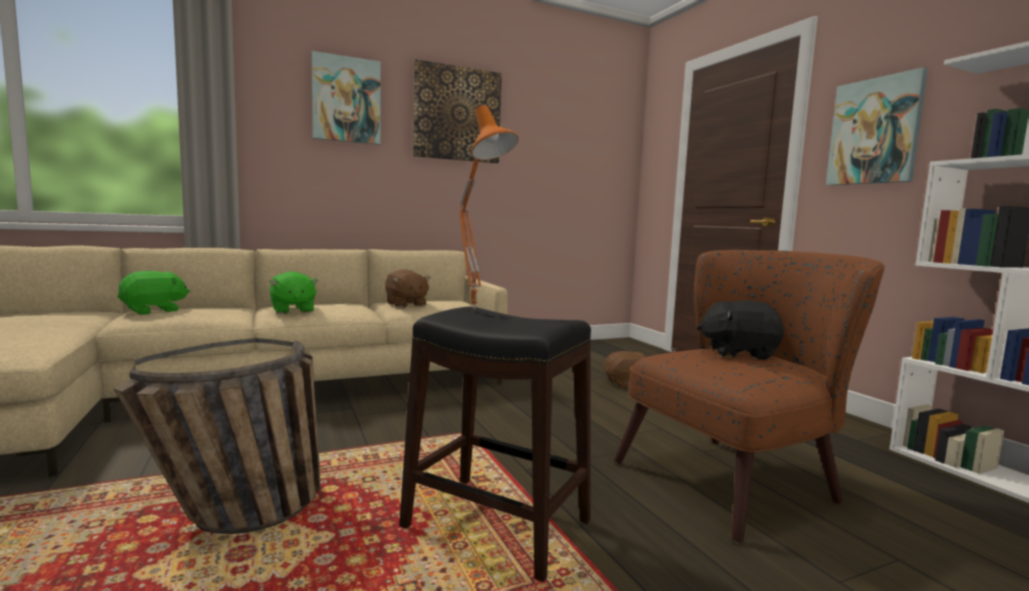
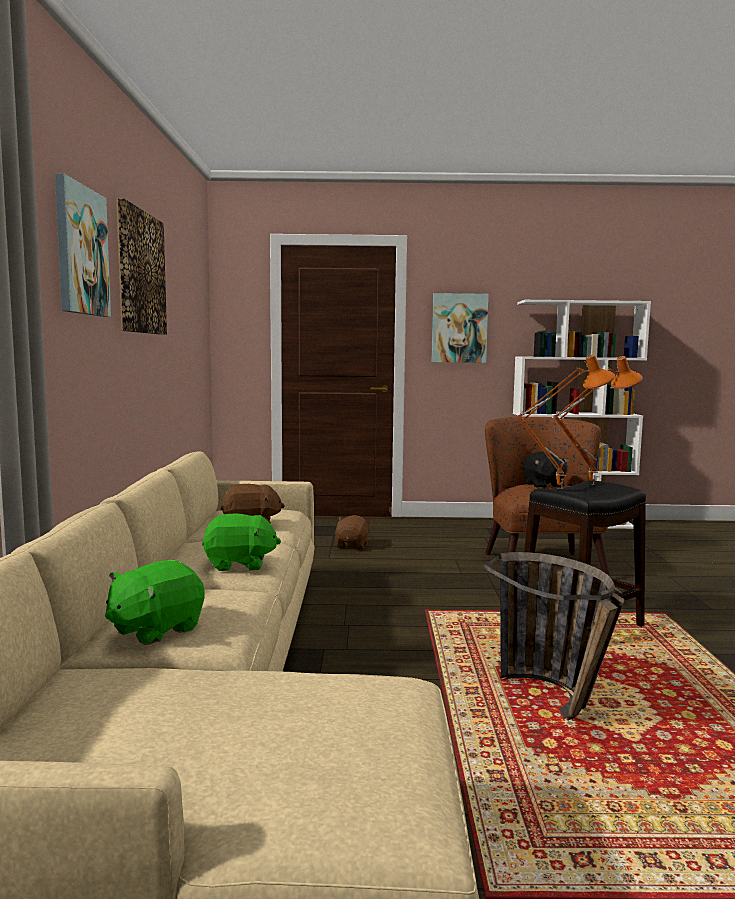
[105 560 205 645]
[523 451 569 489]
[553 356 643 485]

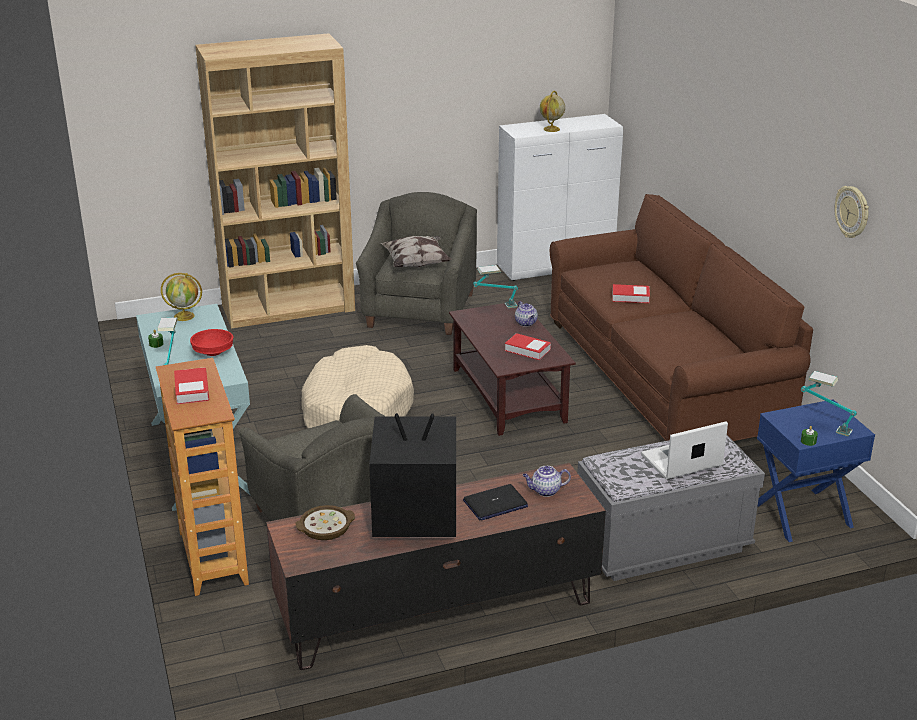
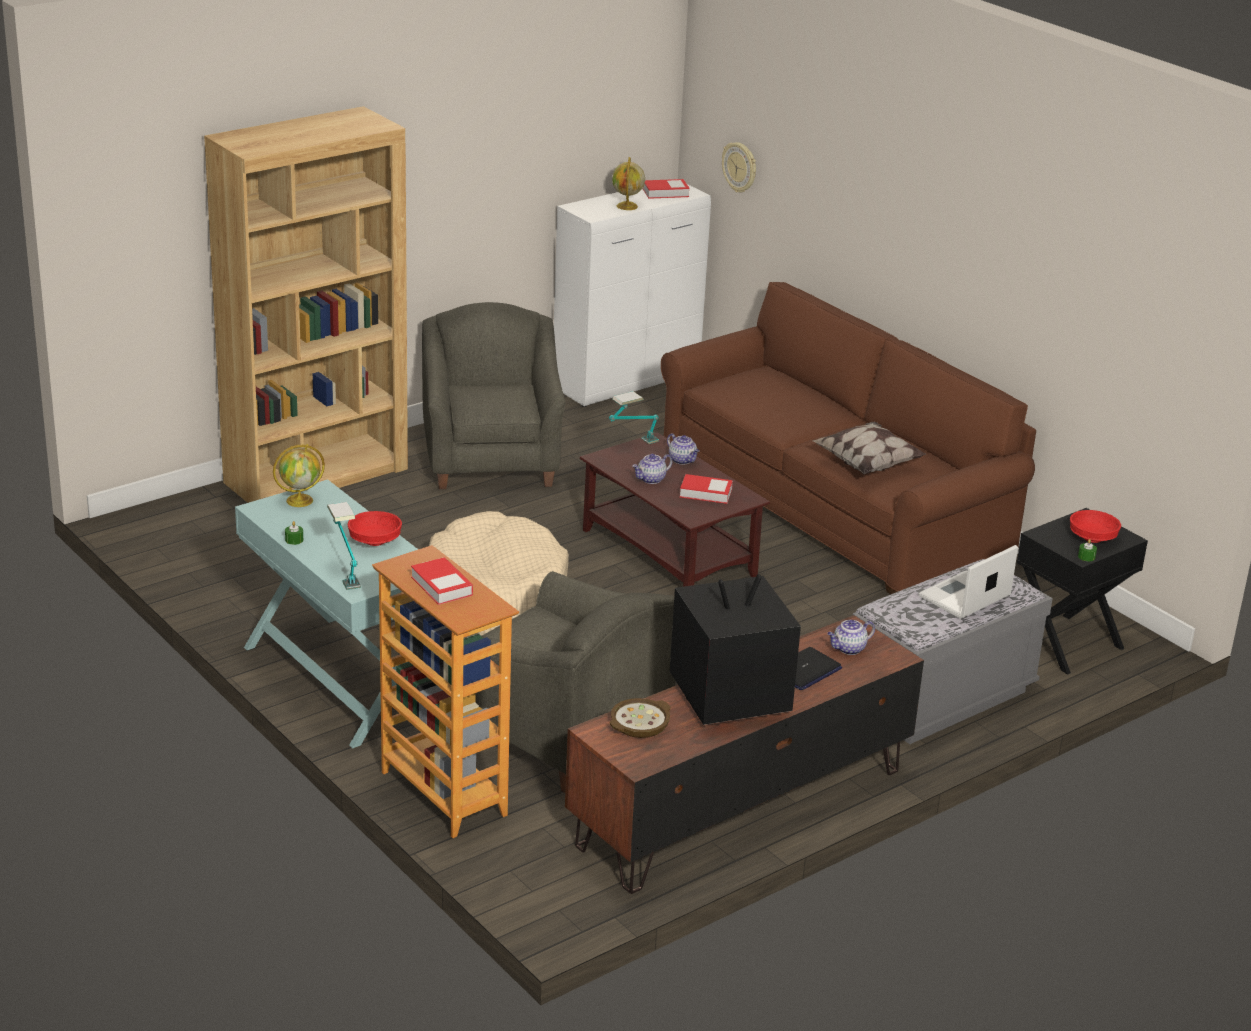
[632 454 672 484]
[643 179 690 199]
[722 142 756 192]
[813 422 926 474]
[1017 508 1148 675]
[1070 510 1121 543]

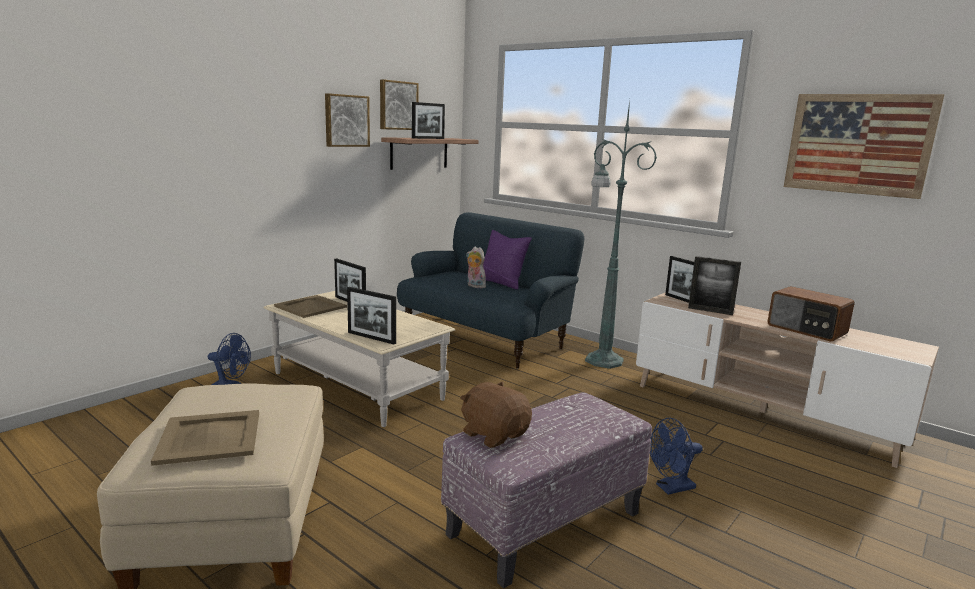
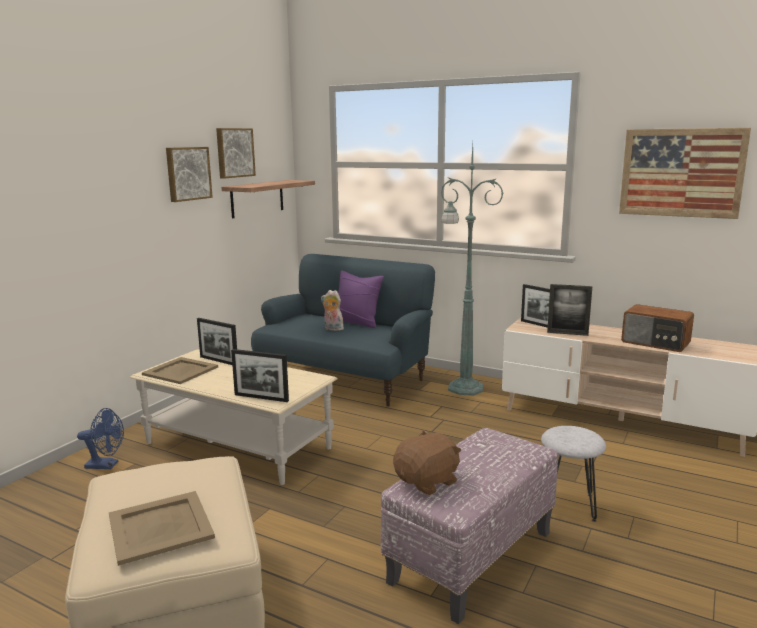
[393 430 461 495]
[541 426 606 522]
[412 102 445 139] (first image)

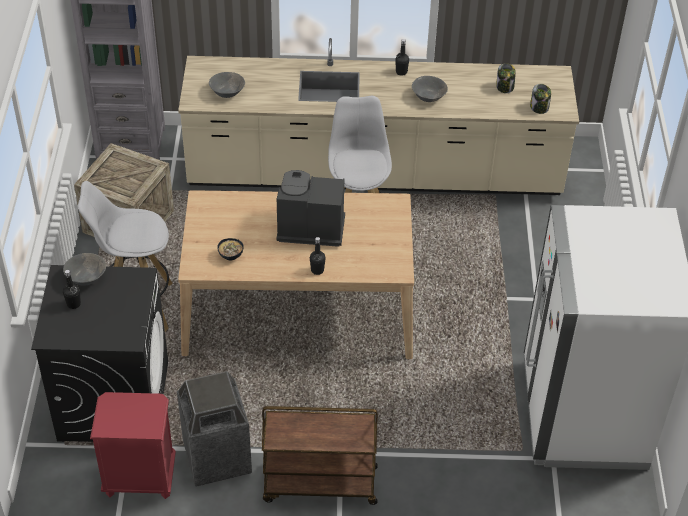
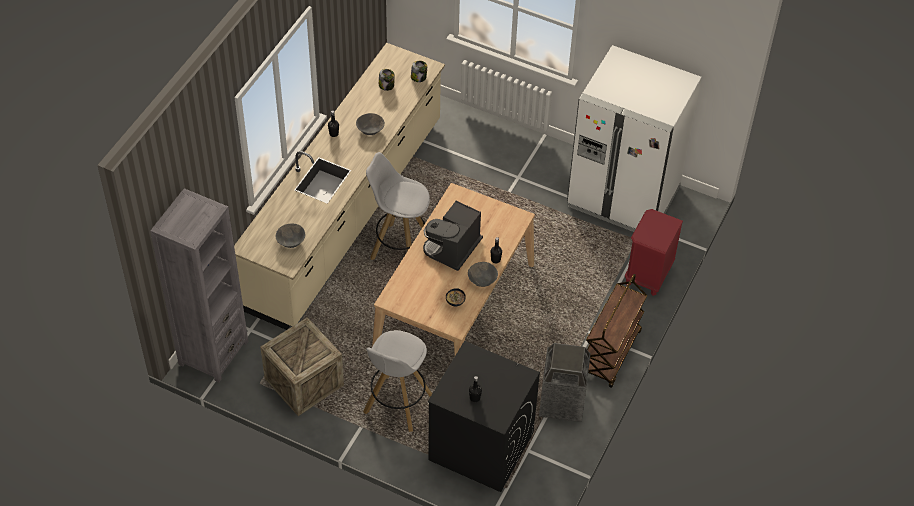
[468 262 498 287]
[625 209 683 296]

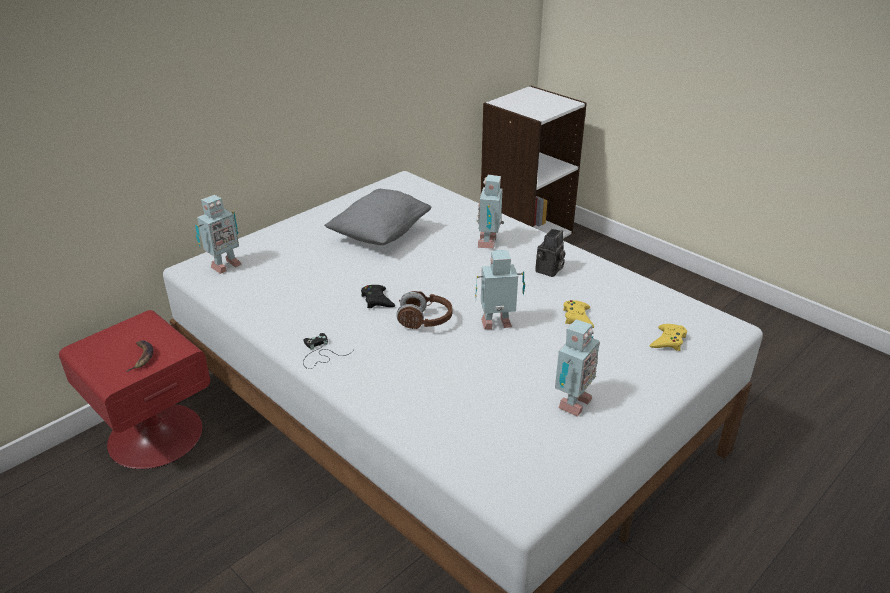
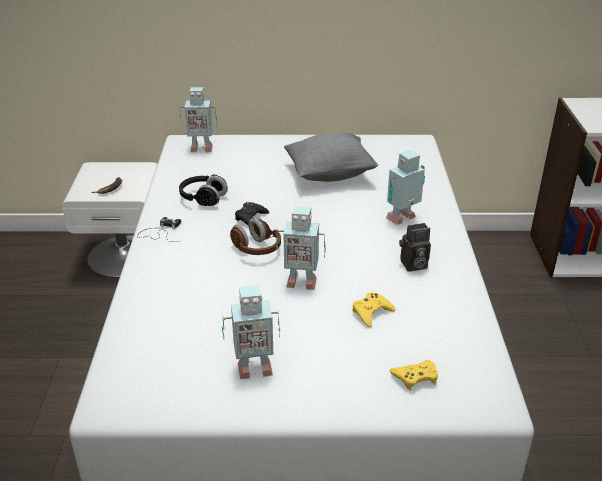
[62 162 157 278]
[179 174 228 206]
[276 206 326 290]

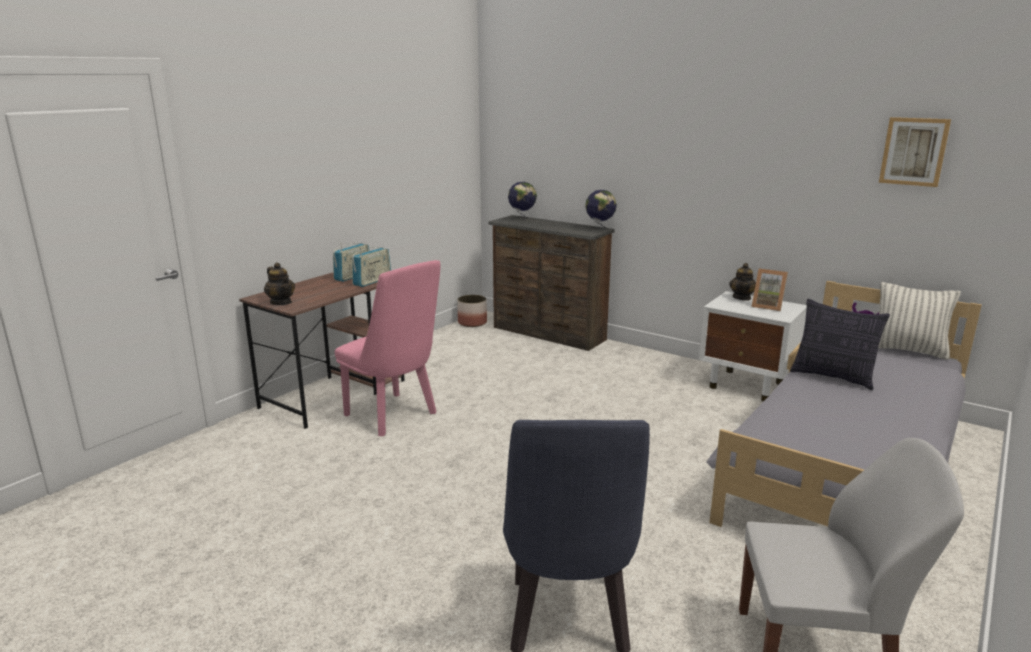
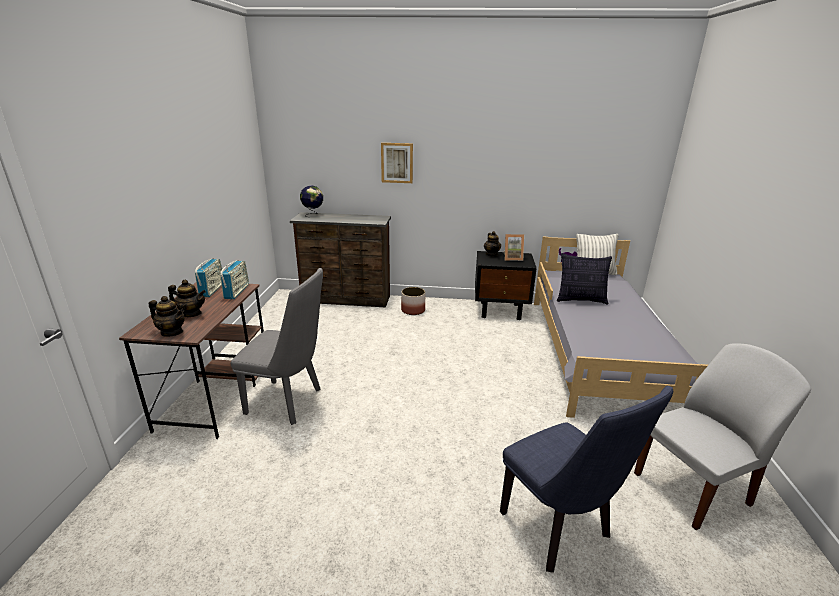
[168 280 206 317]
[231 268 323 425]
[381 143 413 183]
[401 287 425 315]
[475 251 537 320]
[585 190 617 232] (first image)

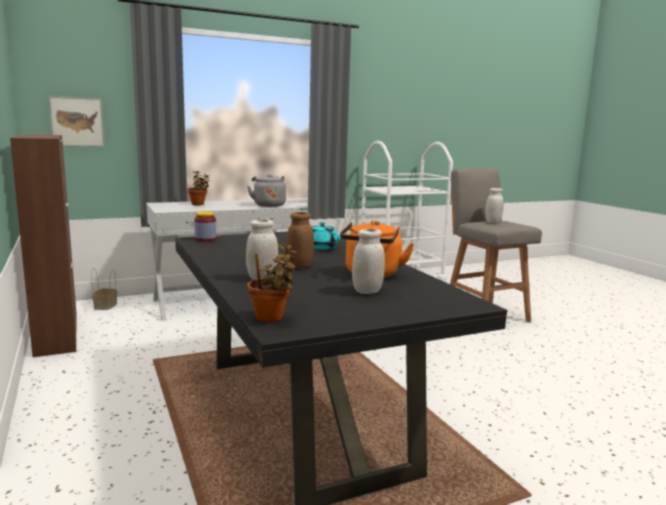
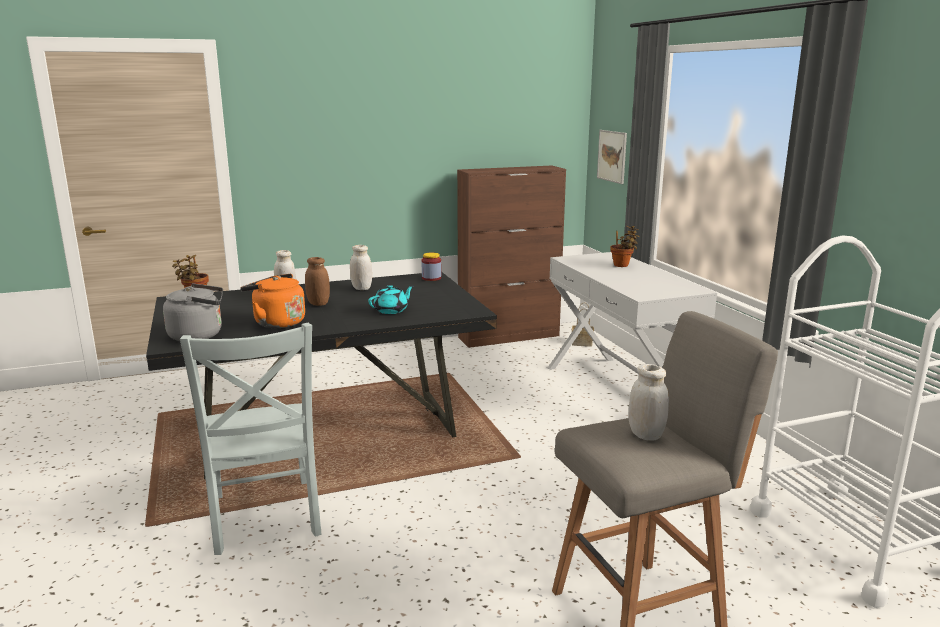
[163 283 223 341]
[180 323 321 555]
[350 245 372 290]

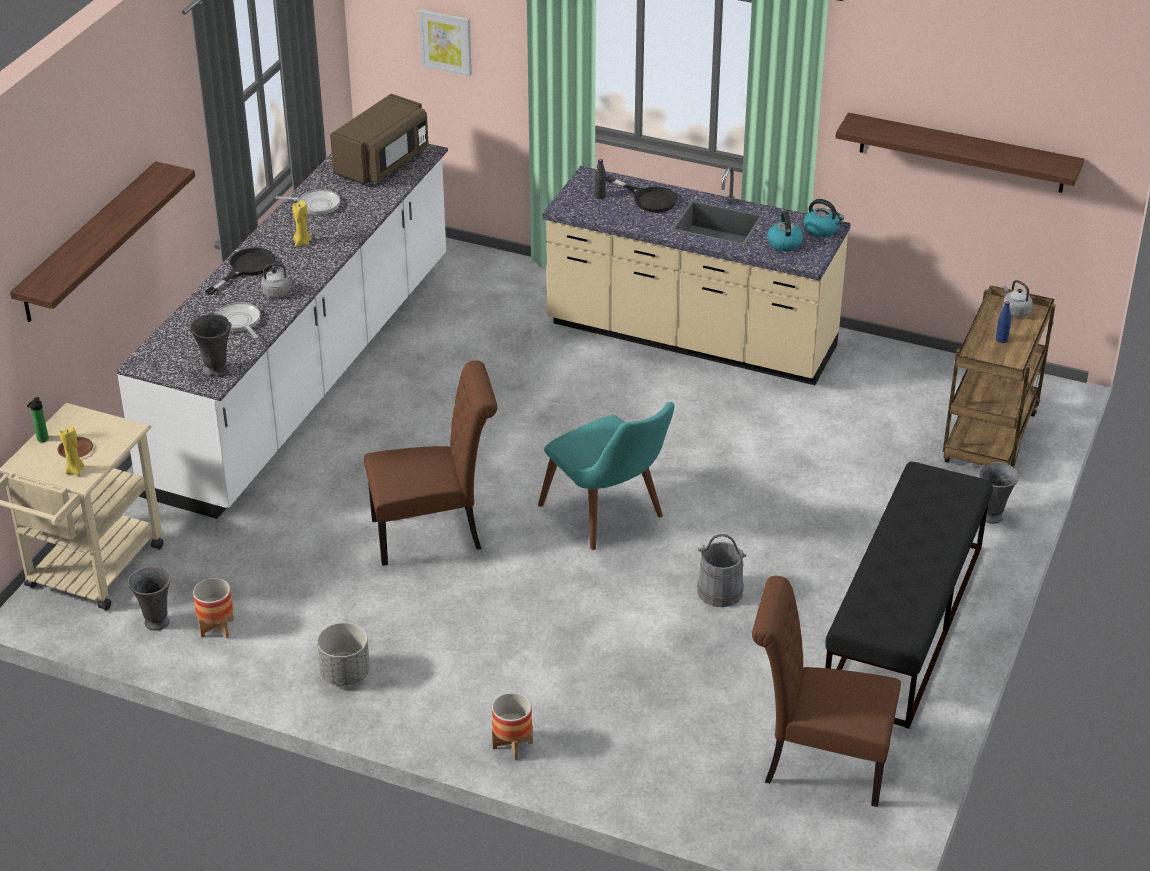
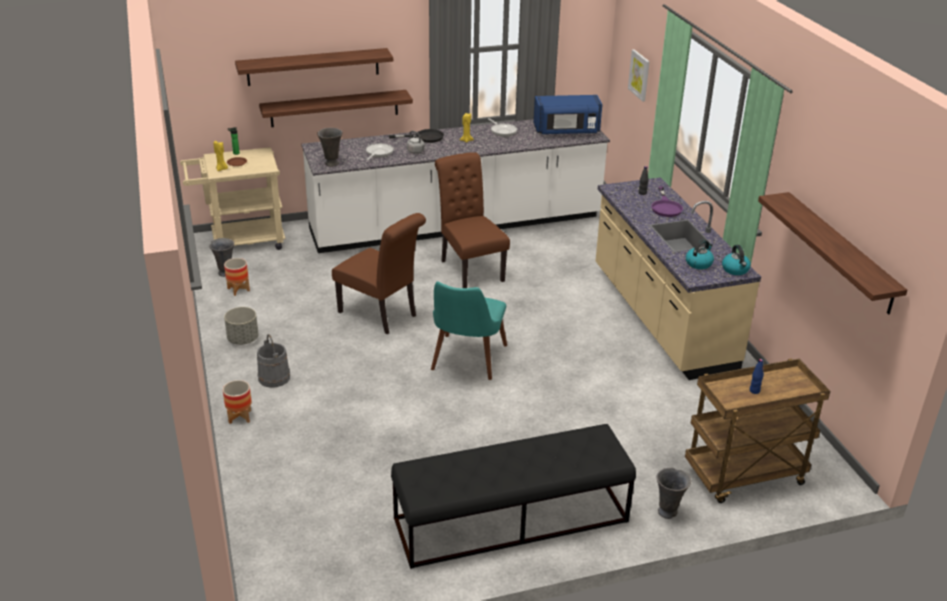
[257 334 290 388]
[259 90 413 127]
[435 152 510 288]
[534 95 602 134]
[651 186 683 217]
[1003 280 1032 317] (first image)

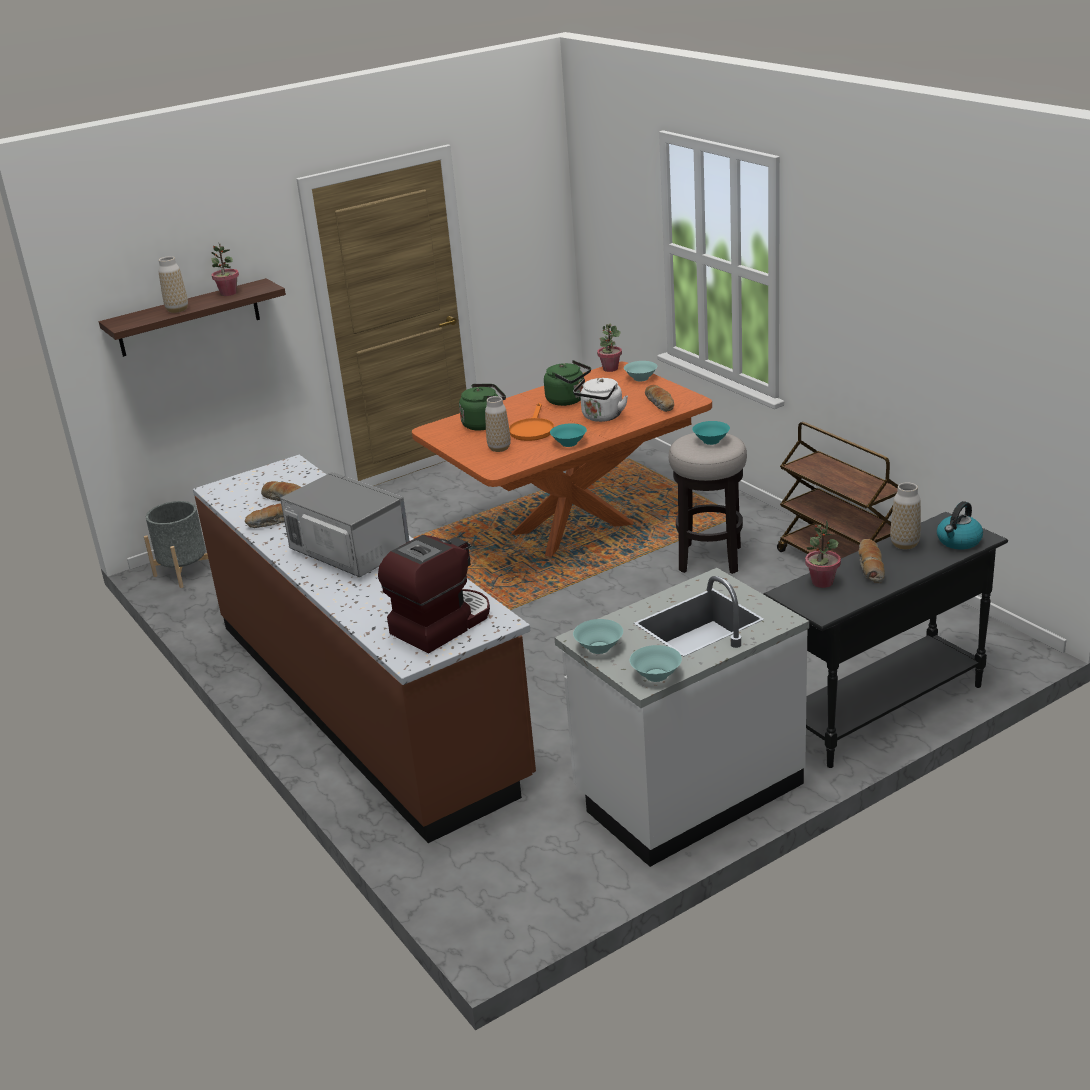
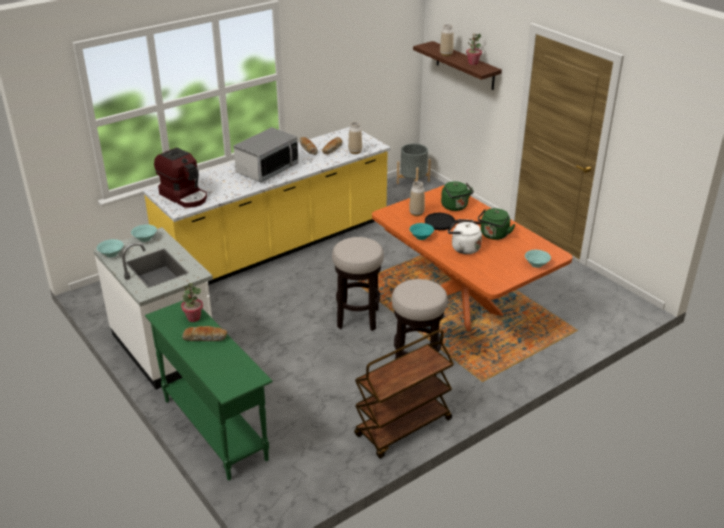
[143 127 391 285]
[145 301 273 480]
[332 237 384 331]
[348 122 362 154]
[425 213 481 230]
[597 323 622 372] (first image)
[645 385 674 412] (first image)
[692 421 730 445] (first image)
[937 501 983 550] (first image)

